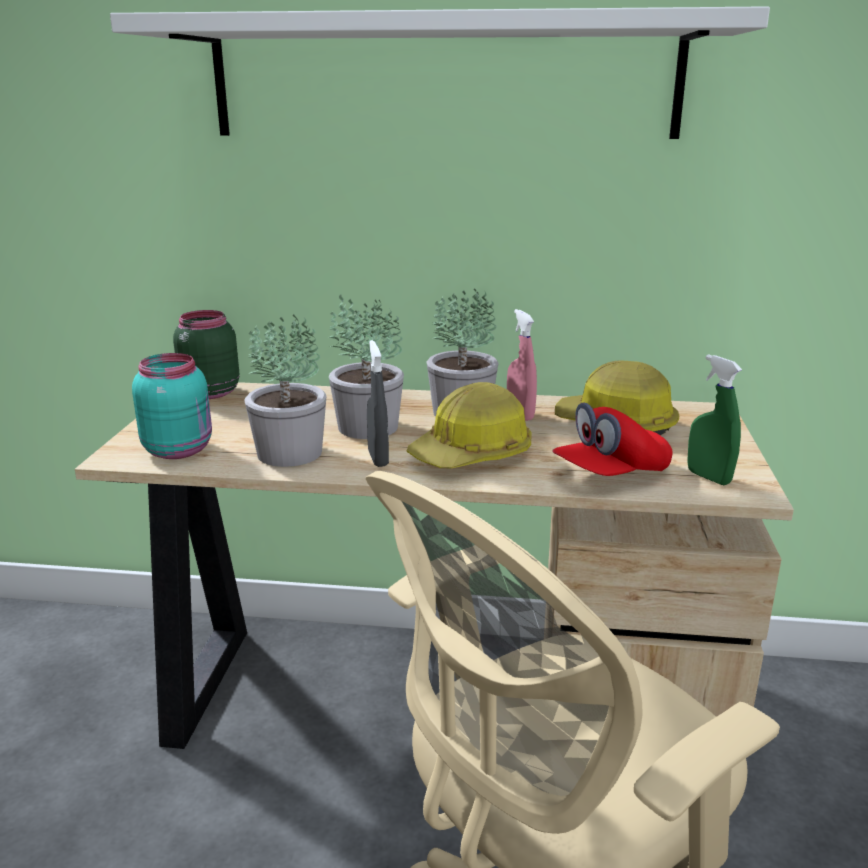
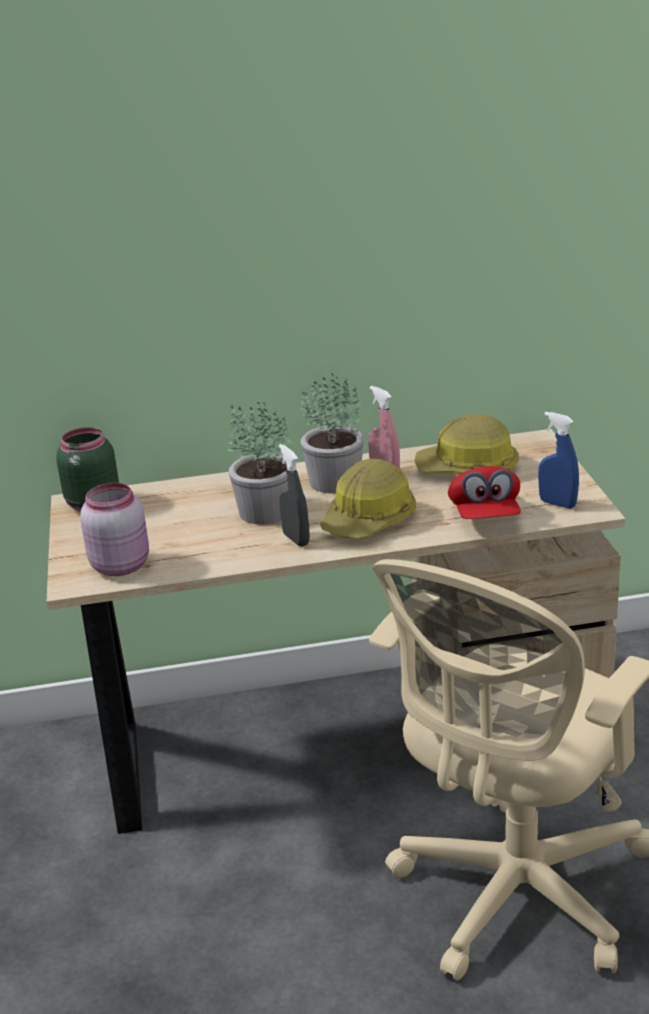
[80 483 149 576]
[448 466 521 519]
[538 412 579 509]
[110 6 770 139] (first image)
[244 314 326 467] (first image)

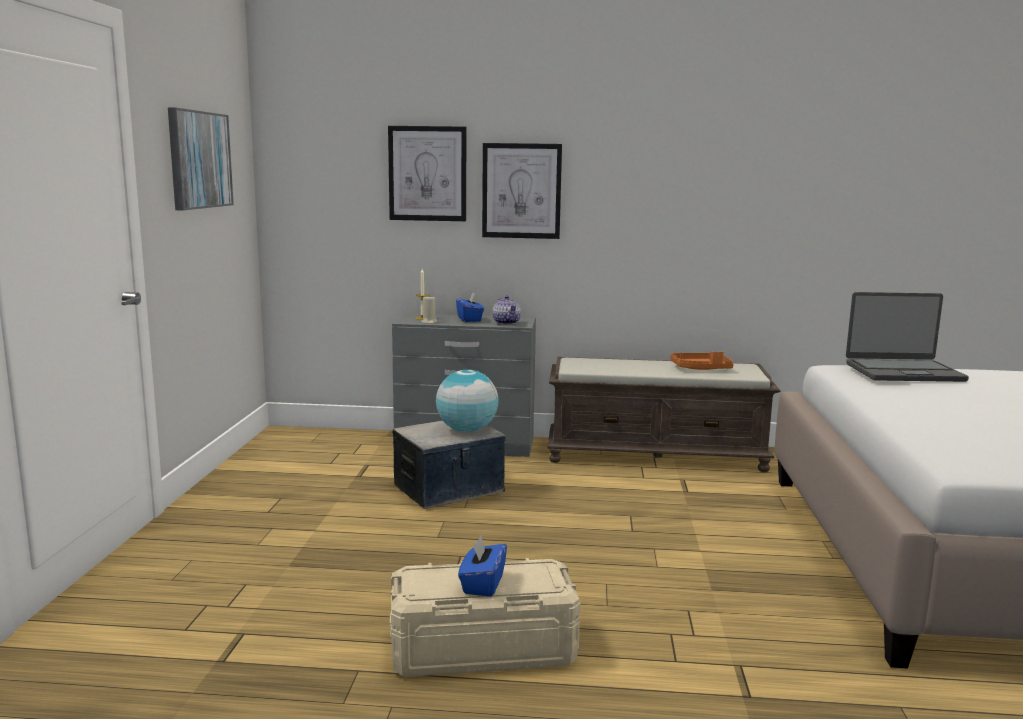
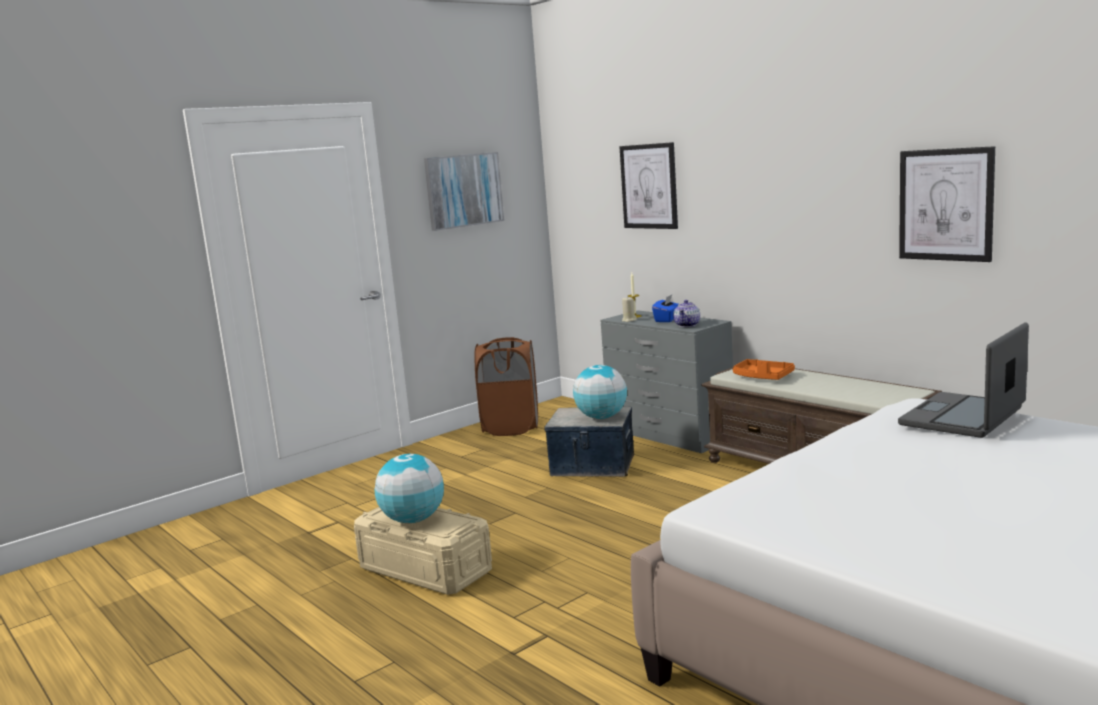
[375 454 444 523]
[474 337 538 436]
[733 359 795 380]
[898 322 1029 438]
[899 146 995 262]

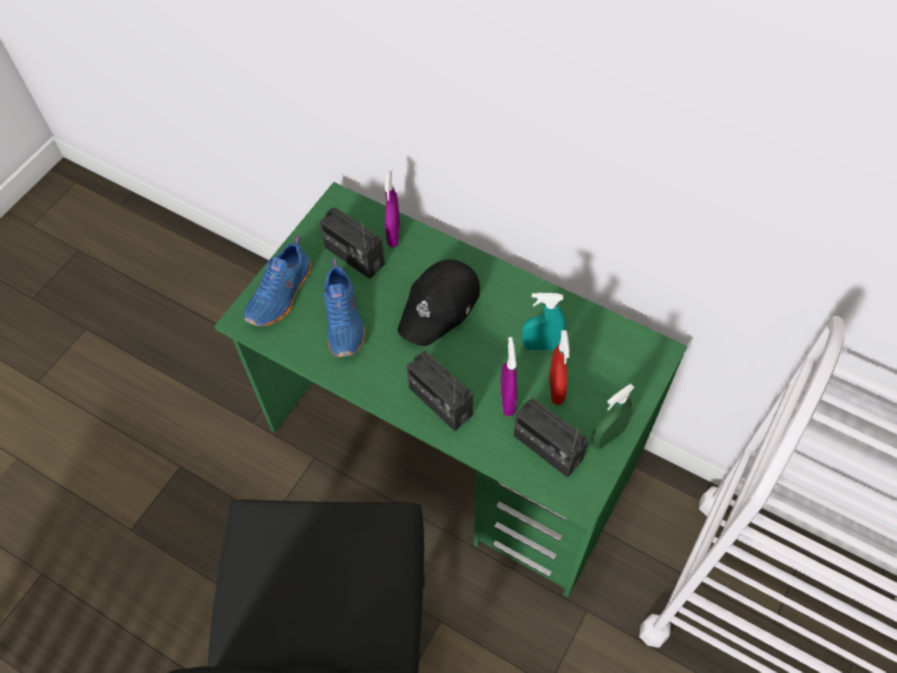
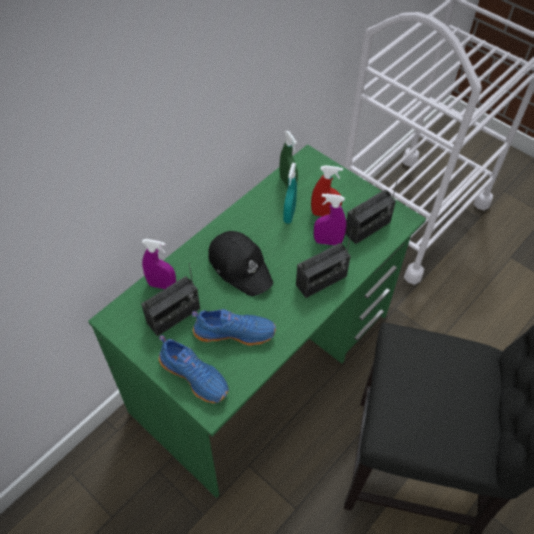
[280 131 298 188]

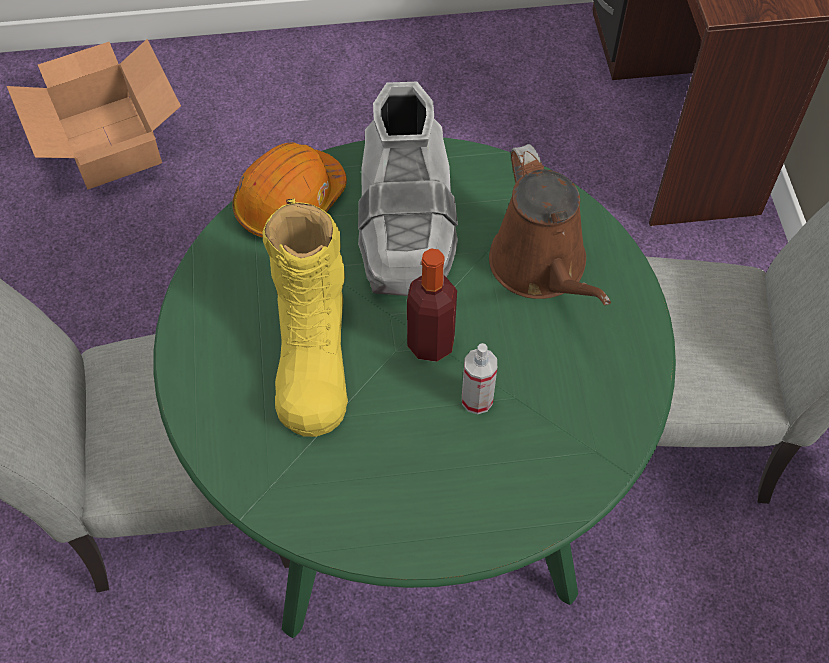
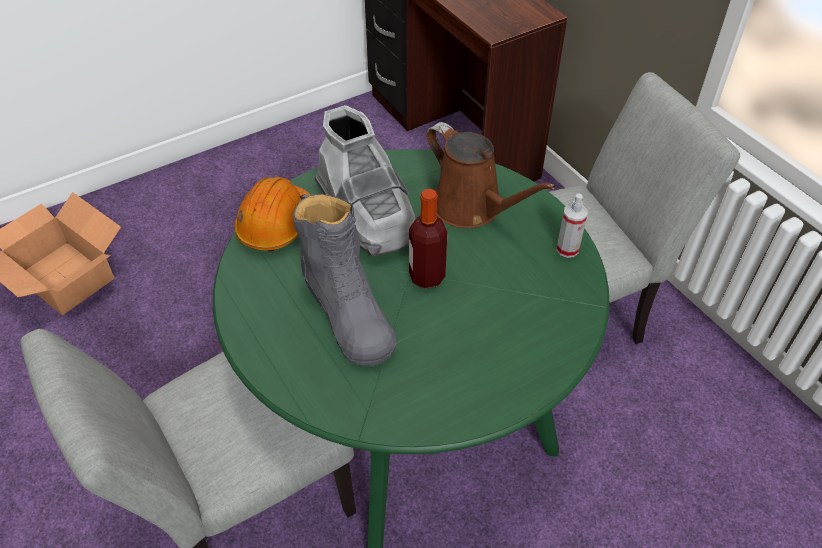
[293 194 397 366]
[556 194 588 258]

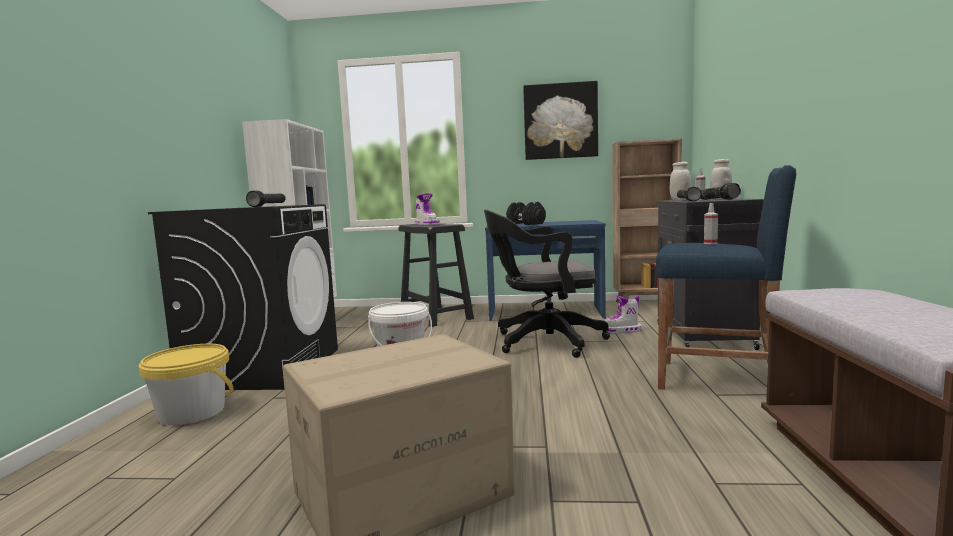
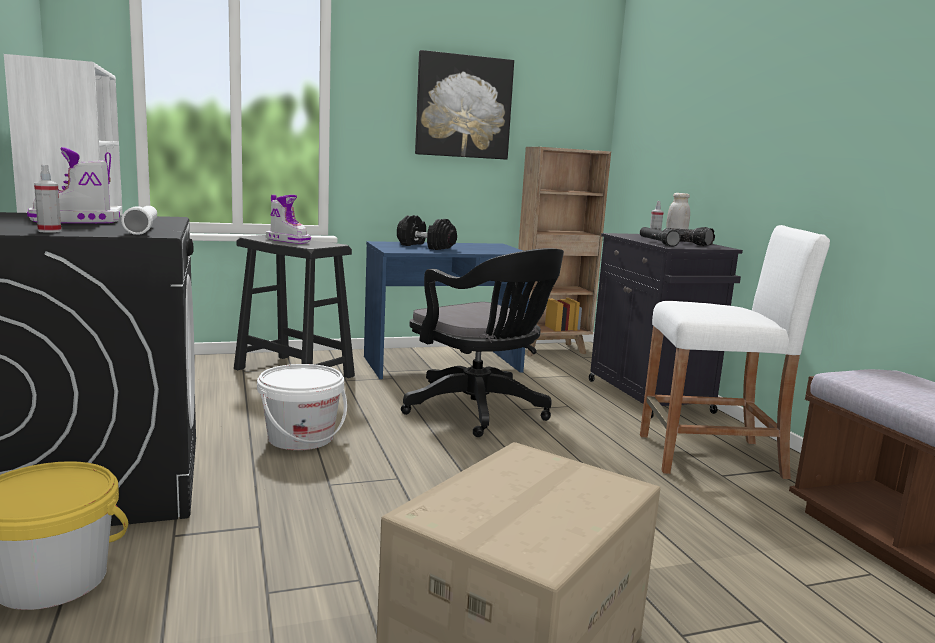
[27 147 120 223]
[34 165 61 233]
[121 206 157 235]
[401 248 564 437]
[640 225 830 479]
[670 162 691 200] (first image)

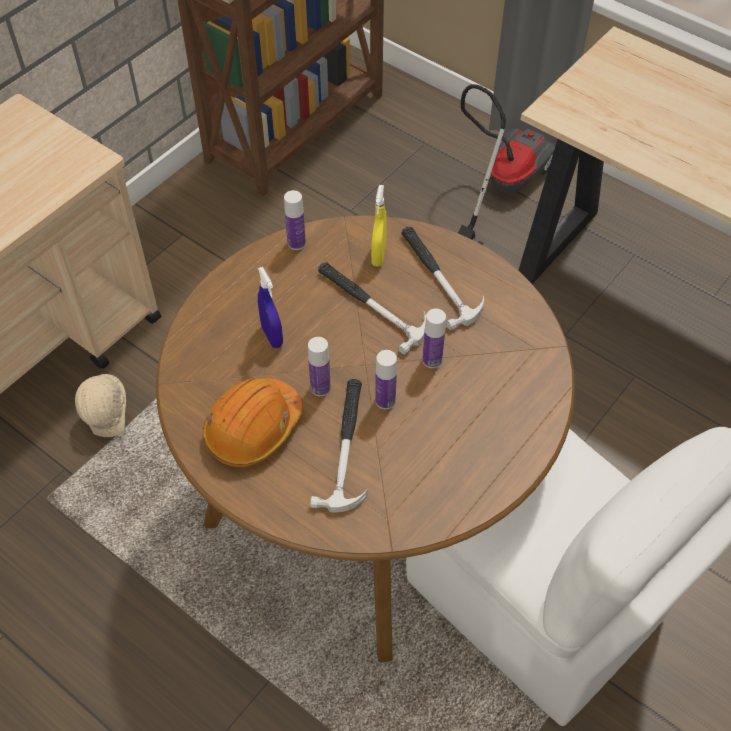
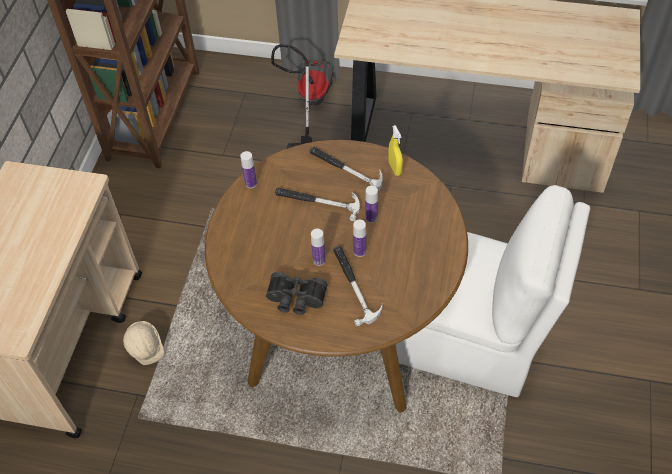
[266 272 328 315]
[388 125 403 176]
[258 267 283 348] (first image)

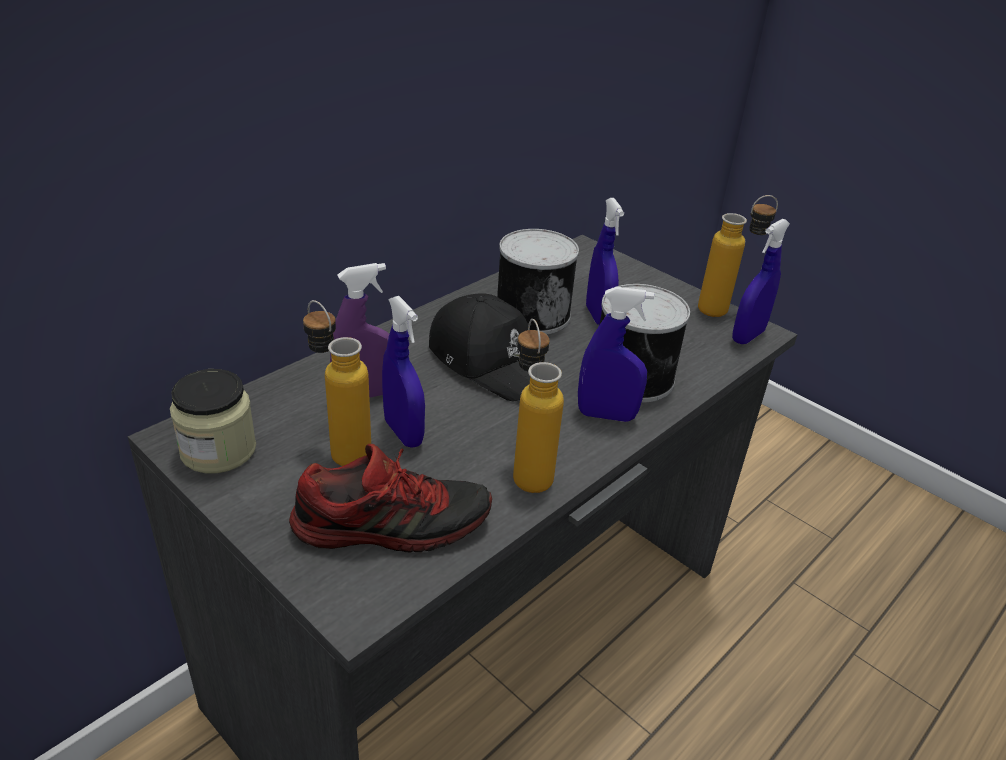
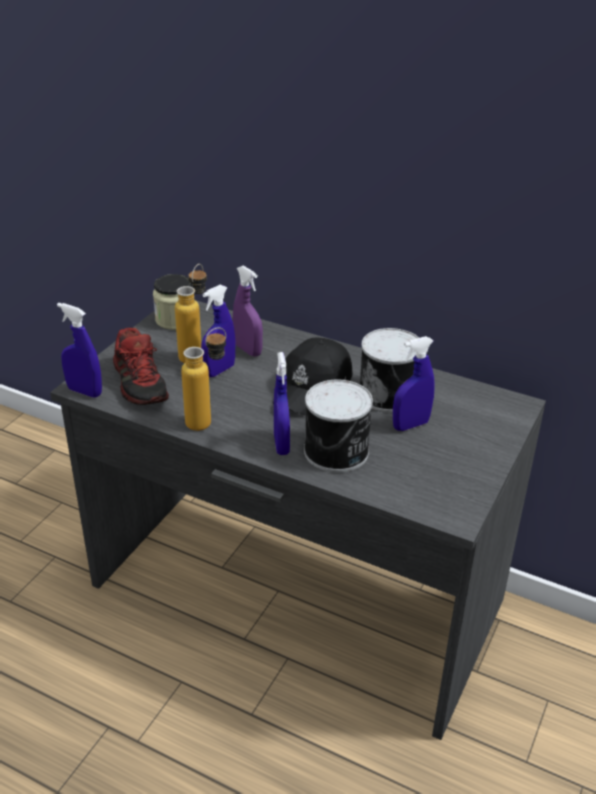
[57 303 102 398]
[698 195 778 317] (first image)

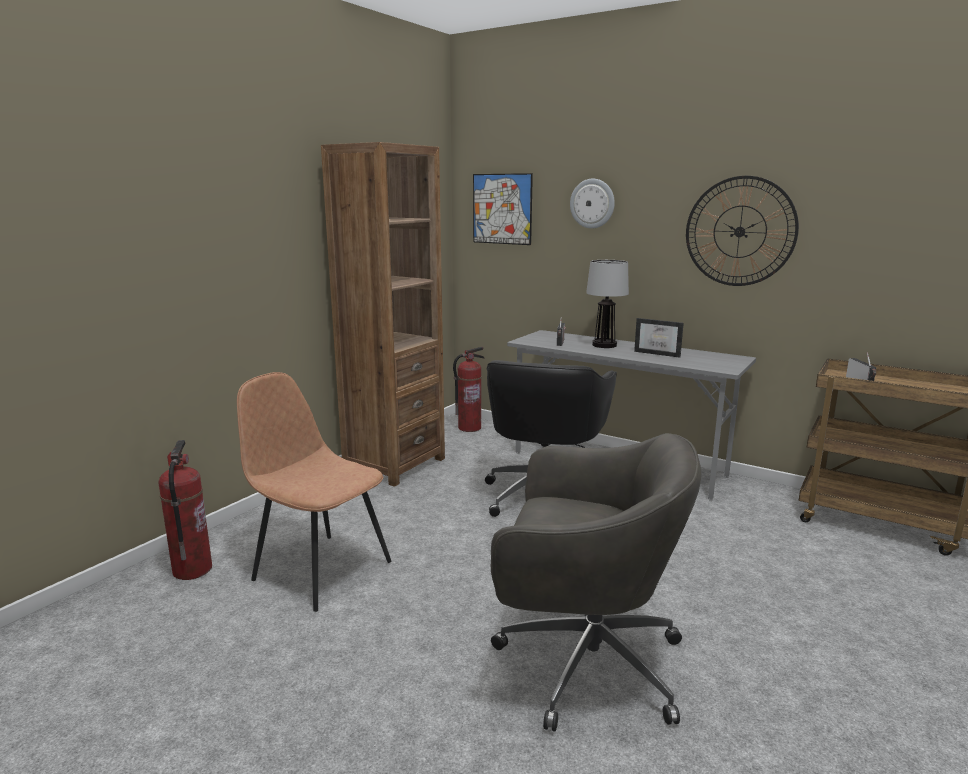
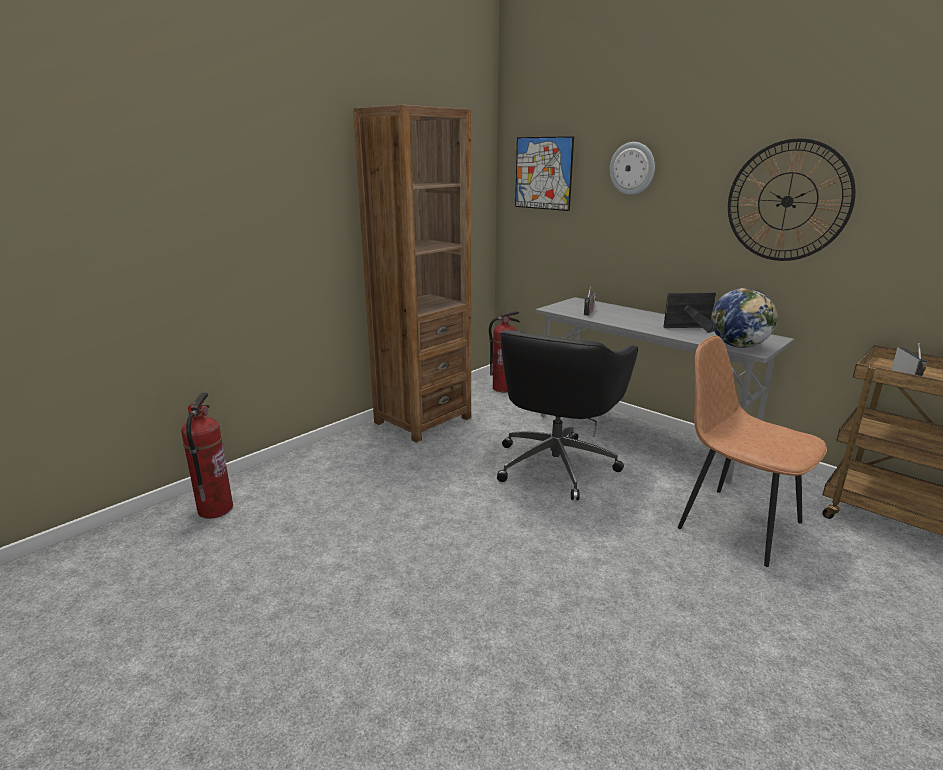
[663 292 716 333]
[678 335 827 567]
[711 288 777 348]
[491 433 702 732] (first image)
[586 260 629 348] (first image)

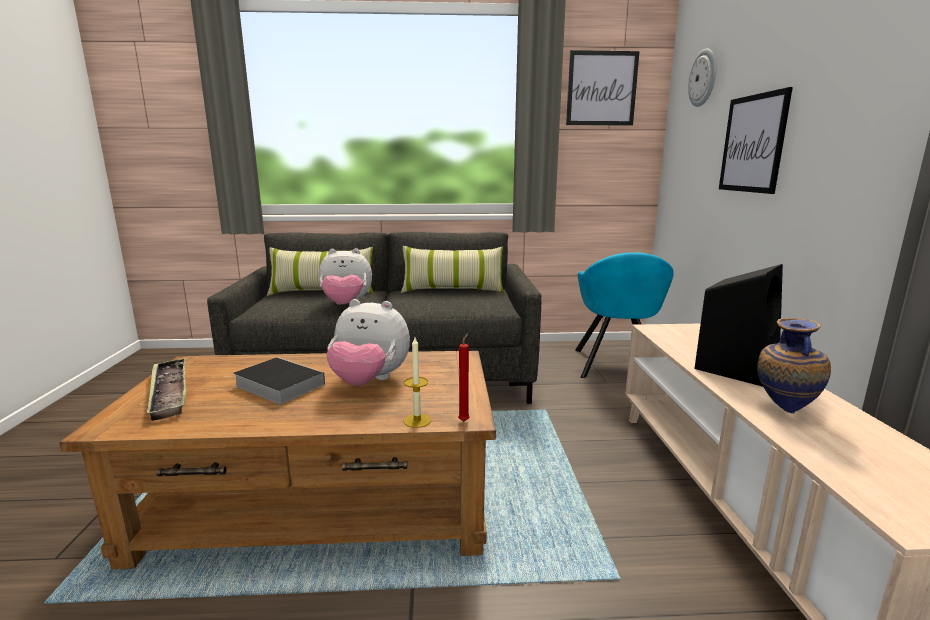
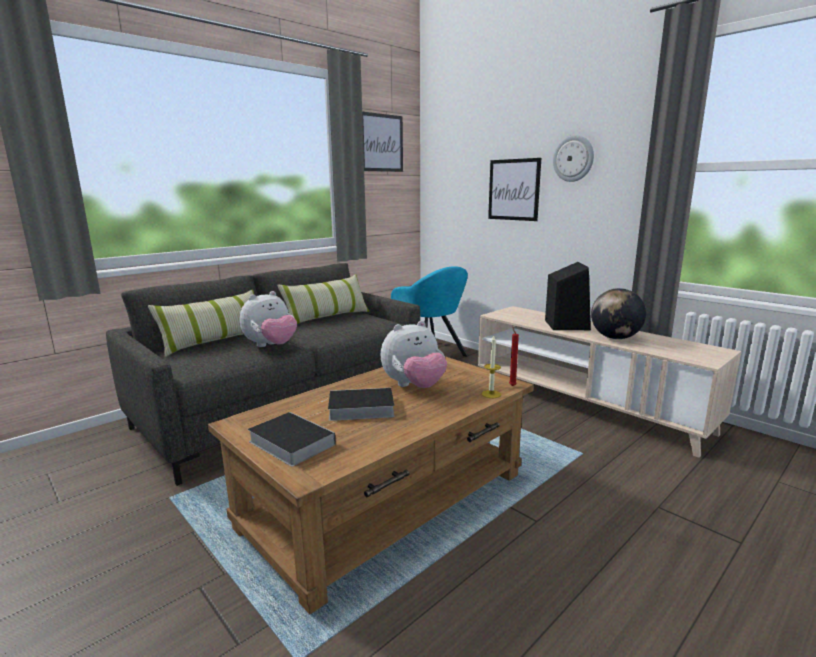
[248 412 336 466]
[553 135 594 182]
[591 288 646 339]

